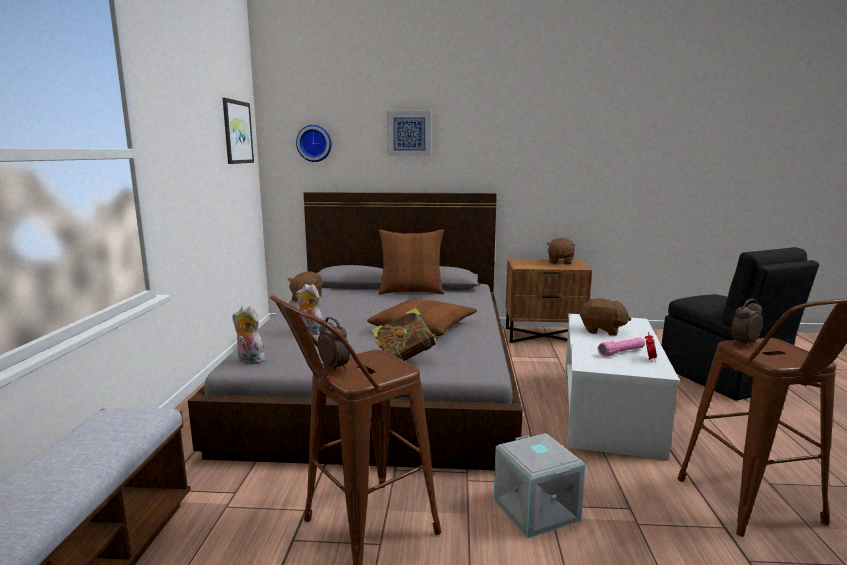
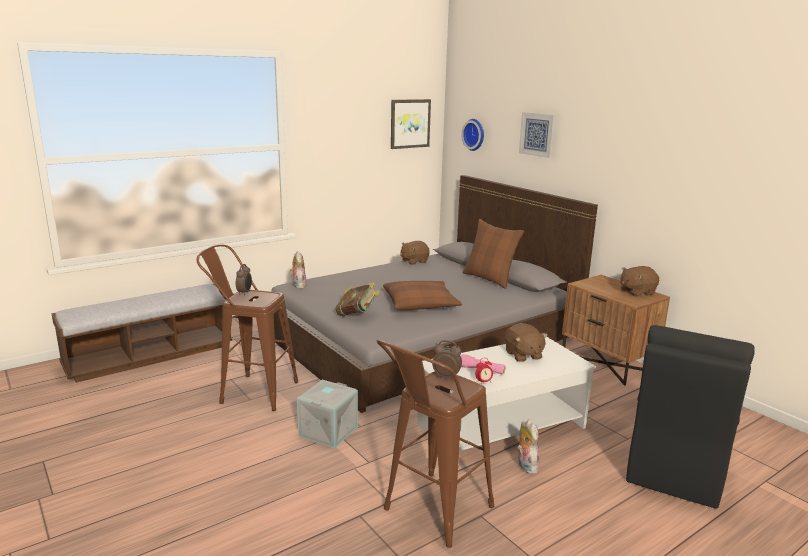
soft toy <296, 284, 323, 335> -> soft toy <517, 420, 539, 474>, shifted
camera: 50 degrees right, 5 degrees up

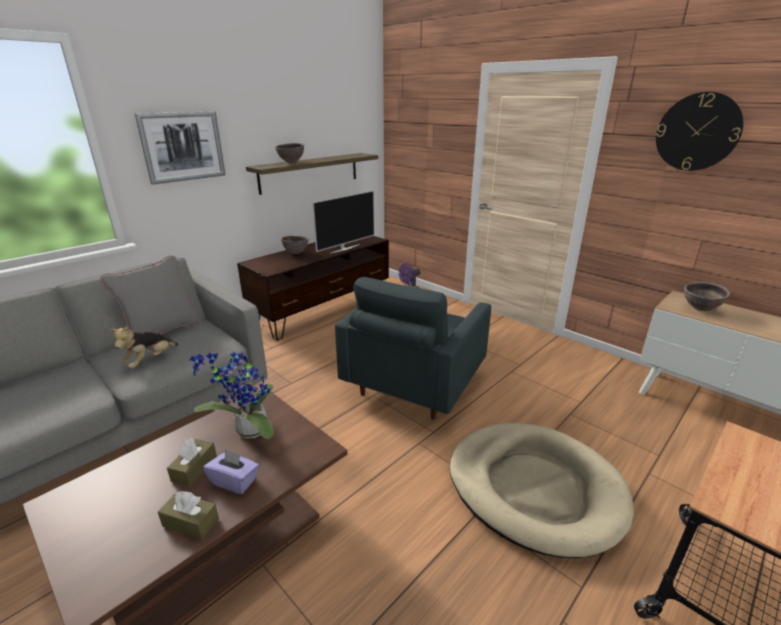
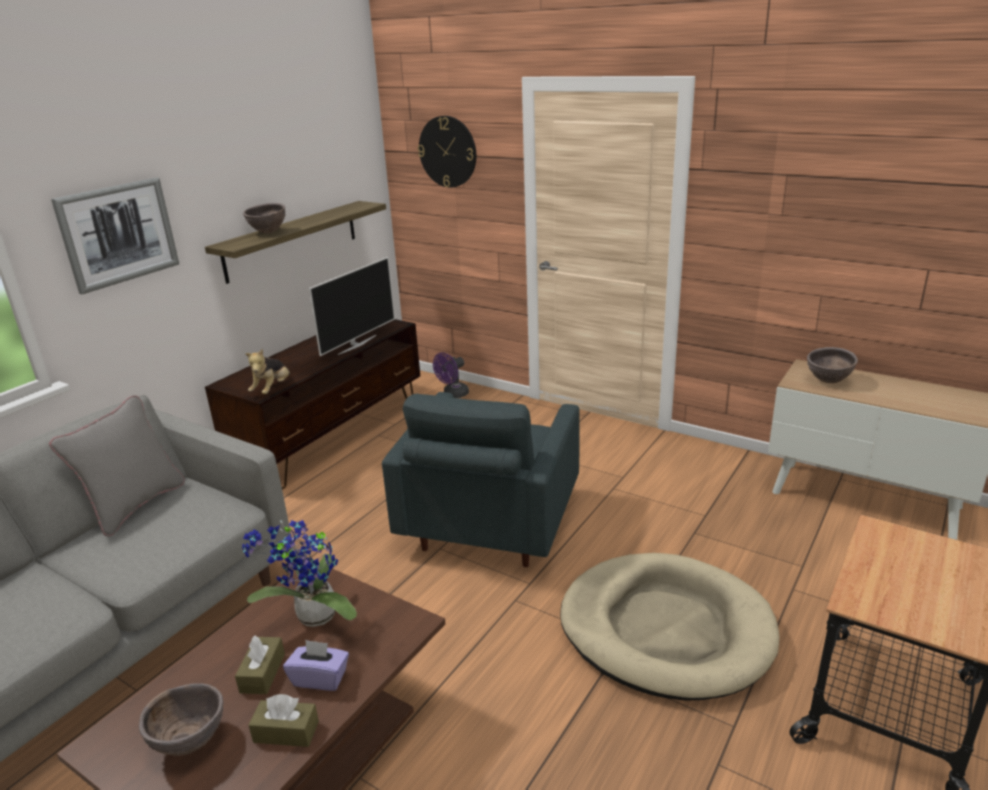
soft toy <109, 326, 178, 369> -> soft toy <245, 349, 290, 394>, shifted
deep dish in brownish <281, 236, 309, 254> -> deep dish in brownish <139, 683, 224, 756>, shifted
hanging clock <656, 92, 744, 171> -> hanging clock <418, 116, 476, 188>, shifted
camera: 10 degrees left, 0 degrees up

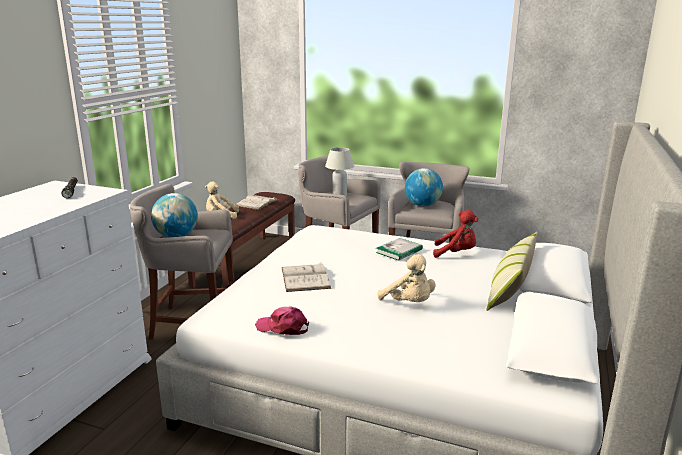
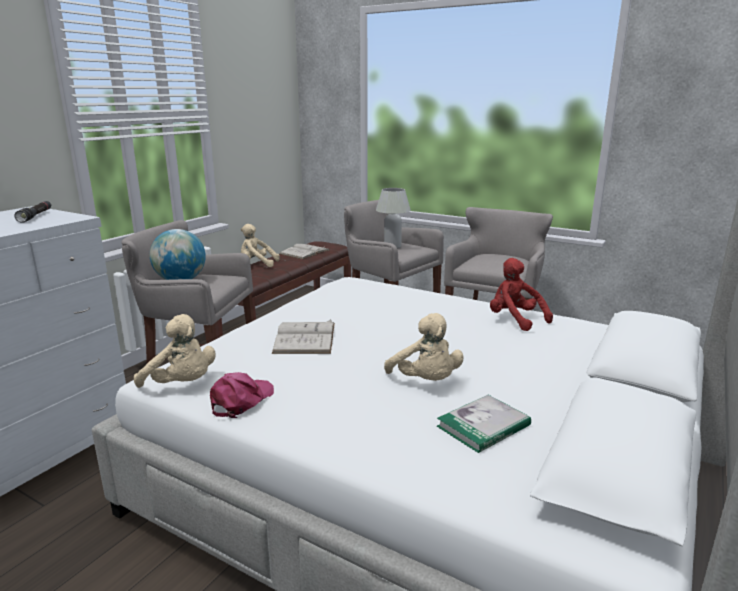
cap in pink-coloured <255, 306, 309, 335> -> cap in pink-coloured <210, 372, 274, 418>, 90 degrees clockwise
book <376, 238, 423, 261> -> book <437, 395, 531, 453>, shifted
desk globe <405, 168, 443, 207> -> none
soft toy in red <433, 210, 478, 258> -> soft toy in red <490, 258, 553, 331>, 150 degrees counterclockwise
cushion <487, 232, 538, 311> -> none
none -> soft toy in beige <134, 314, 215, 388>
camera: 10 degrees right, 0 degrees up

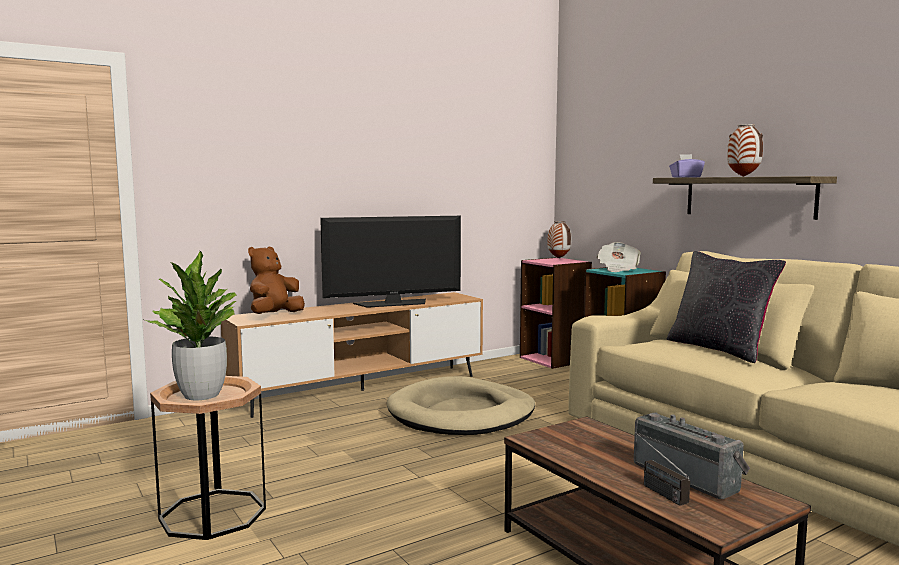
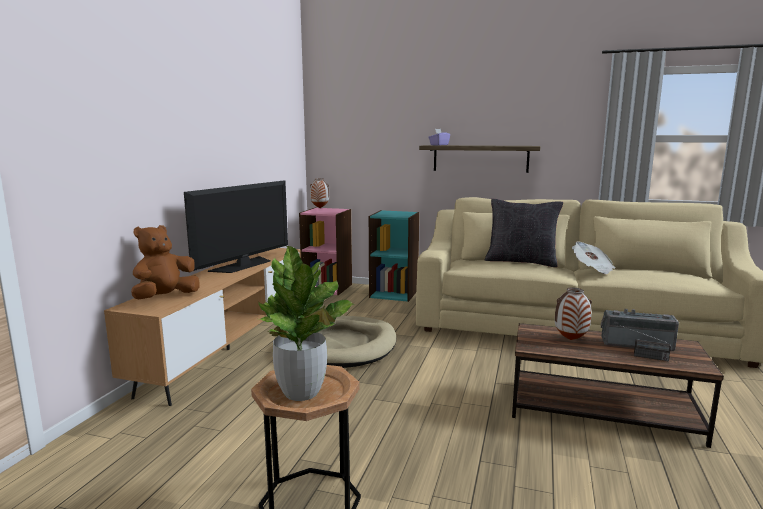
soft toy in brownish <248, 247, 305, 314> -> soft toy in brownish <131, 225, 199, 299>, 45 degrees clockwise
printed paper <597, 242, 641, 272> -> printed paper <572, 241, 616, 274>, shifted
vase <727, 124, 763, 177> -> vase <555, 287, 592, 340>, shifted
camera: 40 degrees left, 5 degrees up

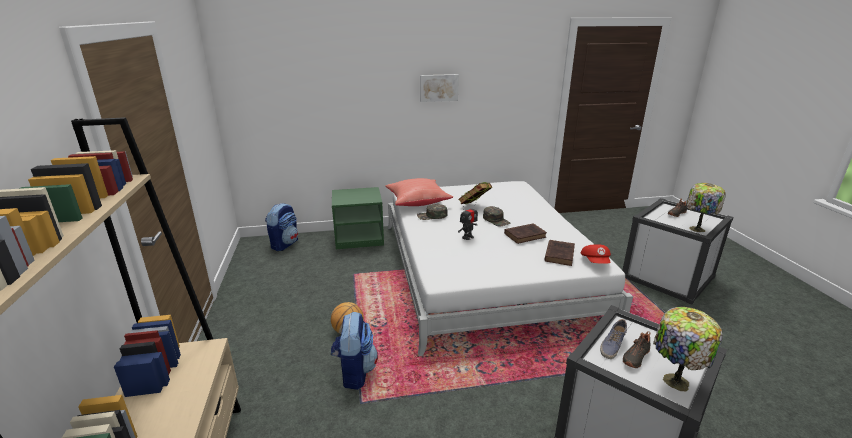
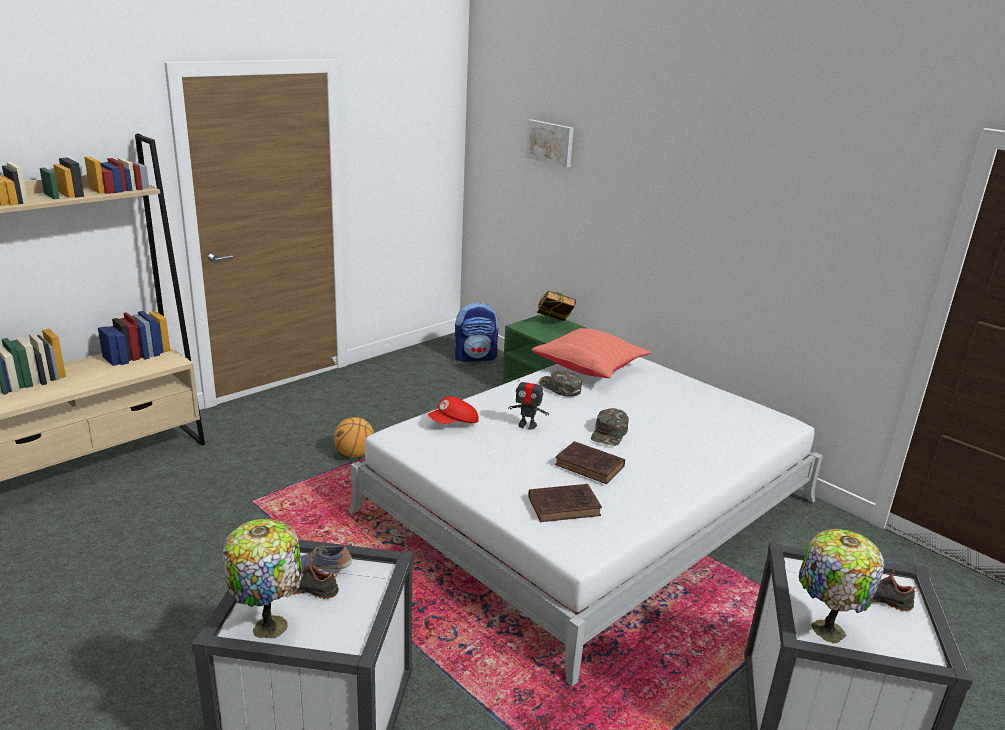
knapsack <331, 312, 378, 390> -> none
picture <420, 74, 459, 102> -> picture <526, 120, 574, 168>, shifted
book <458, 182, 492, 204> -> book <537, 291, 576, 321>, shifted
cap in red <580, 245, 611, 264> -> cap in red <428, 396, 479, 424>, shifted
camera: 55 degrees right, 0 degrees up

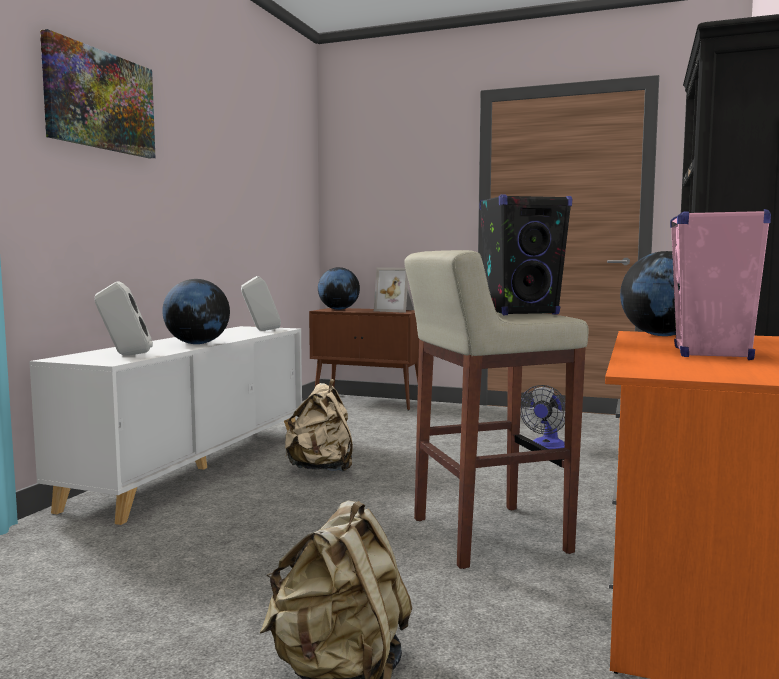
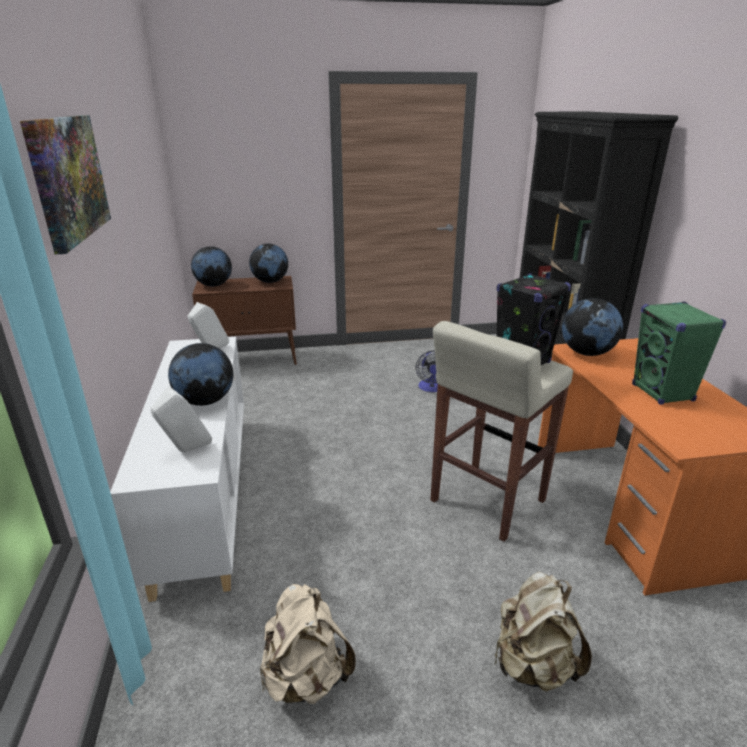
knapsack in beige <285, 379, 353, 471> -> knapsack in beige <260, 584, 356, 704>, shifted
photo frame <374, 268, 414, 313> -> desk globe <249, 243, 288, 283>
loudspeaker in pink-coloured <670, 209, 771, 360> -> loudspeaker in greenish <632, 301, 726, 405>
camera: 30 degrees left, 20 degrees up

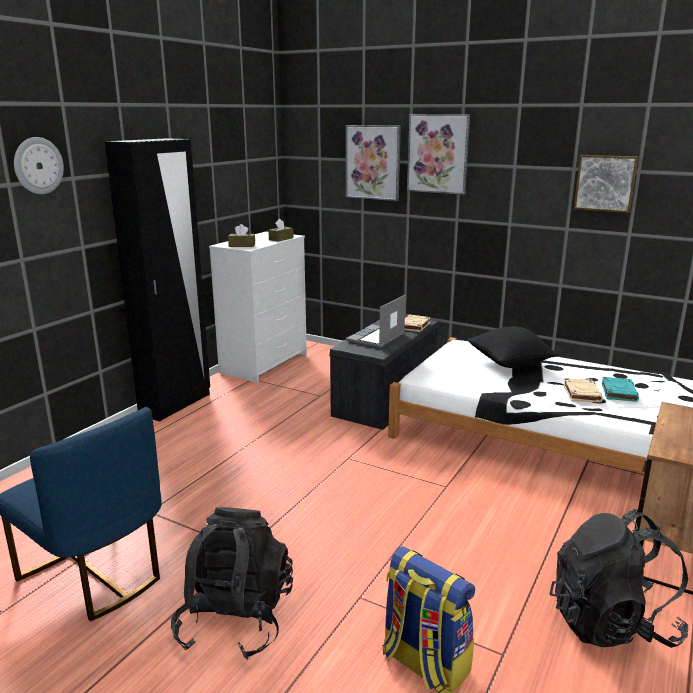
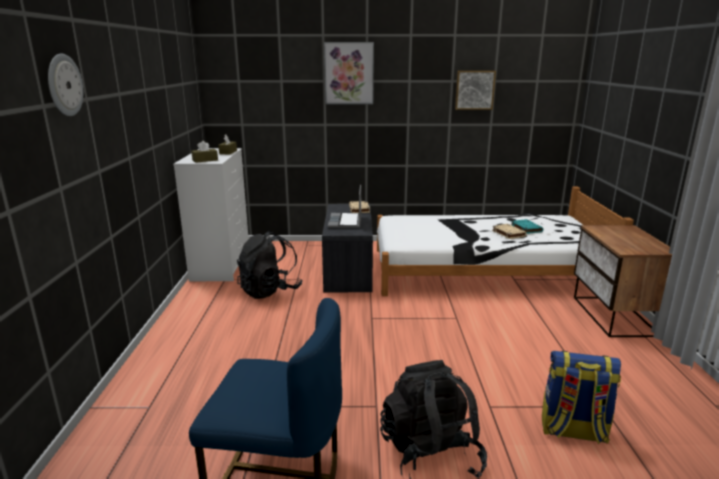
wardrobe in blackish <105, 138, 210, 422> -> none
picture <346, 125, 401, 201> -> none
cushion in blackish <467, 326, 559, 368> -> none
knapsack in blackish <549, 509, 688, 648> -> knapsack in blackish <237, 231, 302, 299>, shifted
camera: 30 degrees left, 0 degrees up

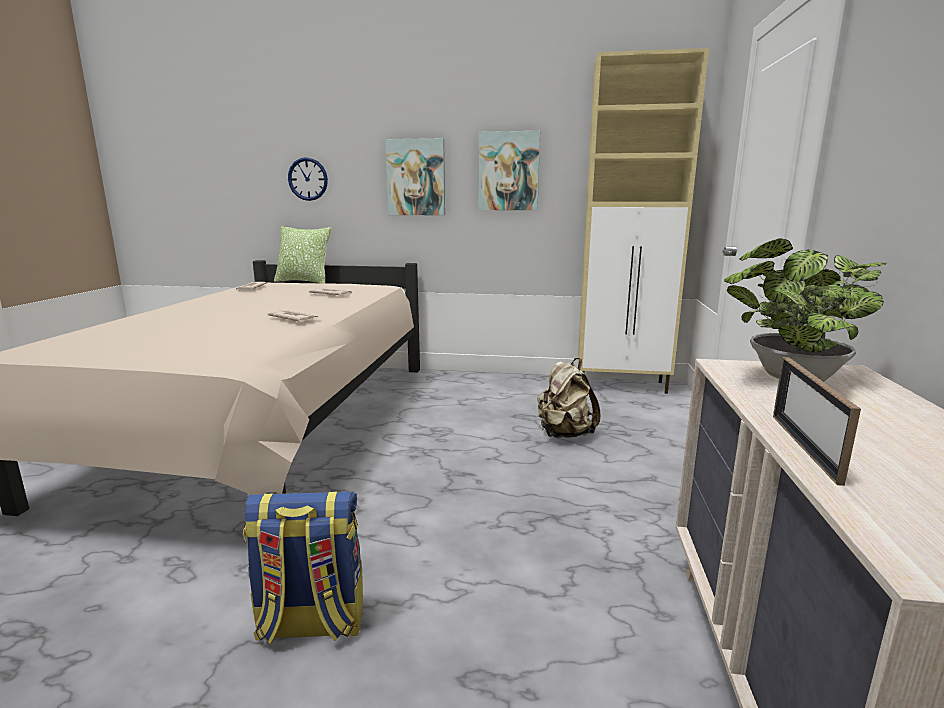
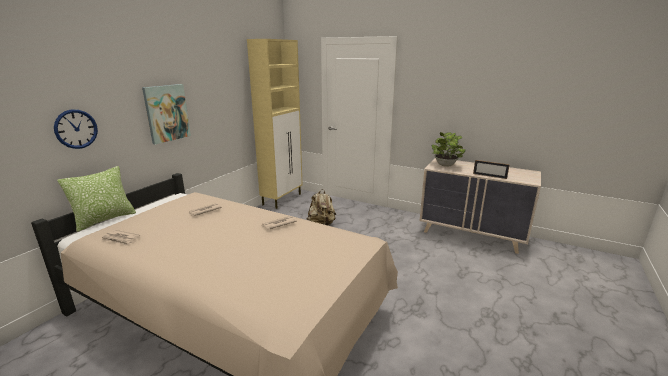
knapsack <243, 490, 363, 644> -> none
picture <479, 131, 540, 210> -> none
camera: 70 degrees left, 5 degrees up

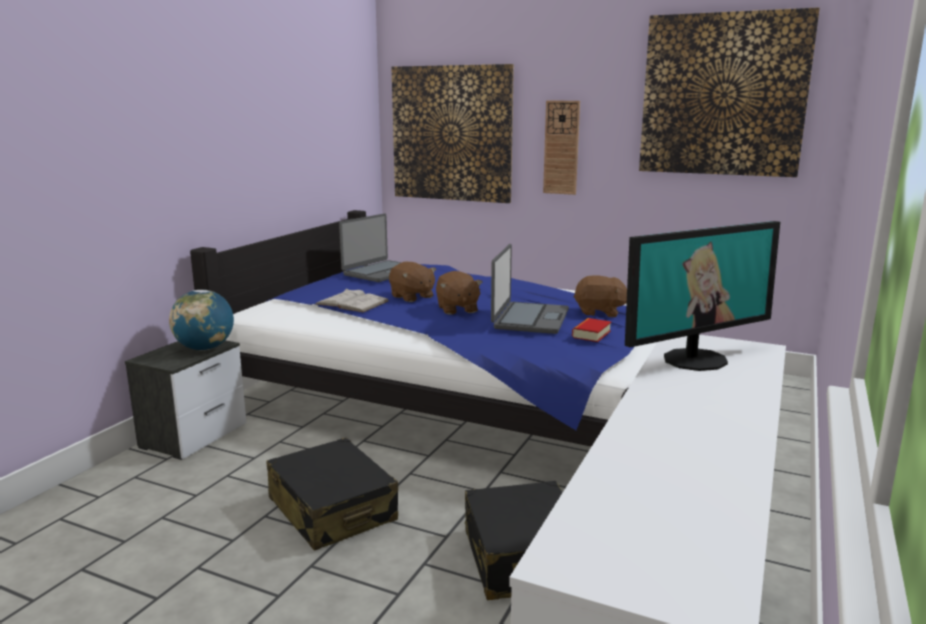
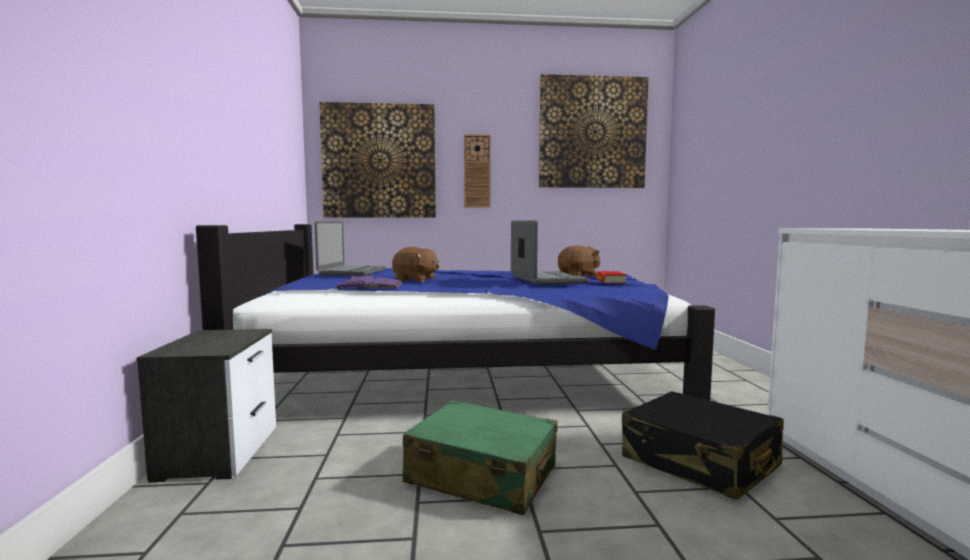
desk globe <169, 290, 234, 350> -> none
travel case in blackish <266, 438, 398, 551> -> travel case in greenish <402, 400, 558, 515>
book in whitish <316, 289, 389, 312> -> book in purplish <335, 275, 402, 288>
soft toy in brownish <436, 271, 482, 315> -> none
monitor <625, 221, 780, 371> -> none
camera: 30 degrees left, 10 degrees down

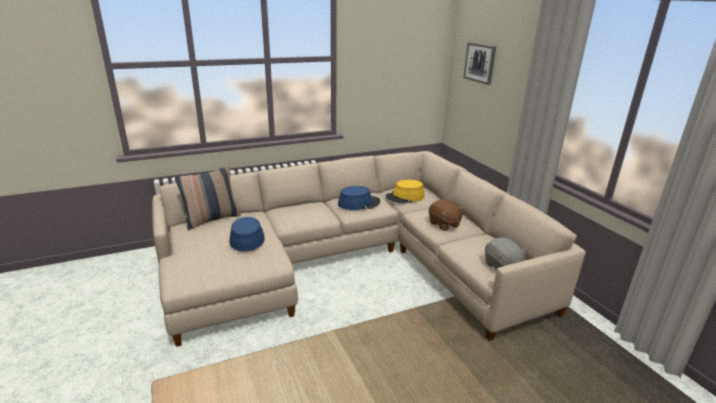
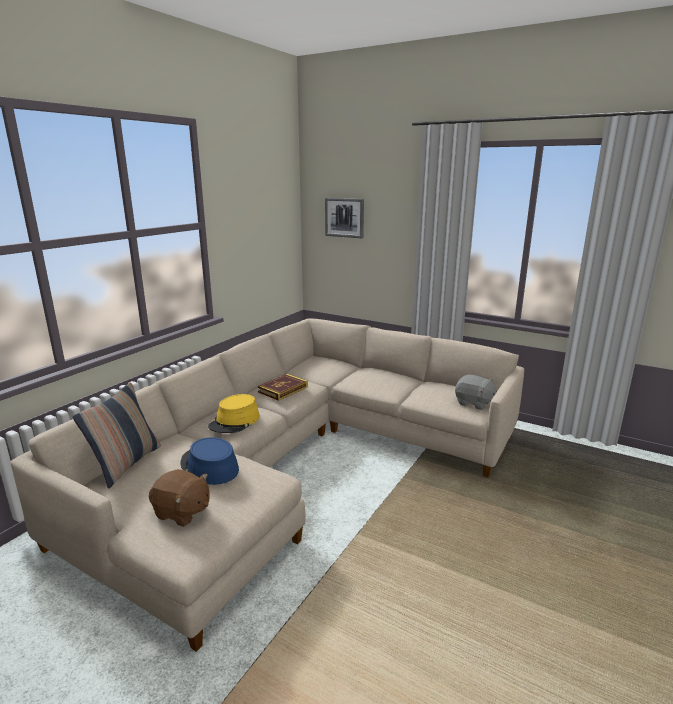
wearable hat in blue-coloured <338, 186, 380, 210> -> book <258, 374, 308, 401>
wearable hat in yellow-coloured <386, 180, 424, 204> -> wearable hat in yellow-coloured <208, 394, 260, 433>, shifted
soft toy in brownish <429, 199, 464, 231> -> soft toy in brownish <149, 469, 210, 527>, shifted
camera: 35 degrees left, 5 degrees down

